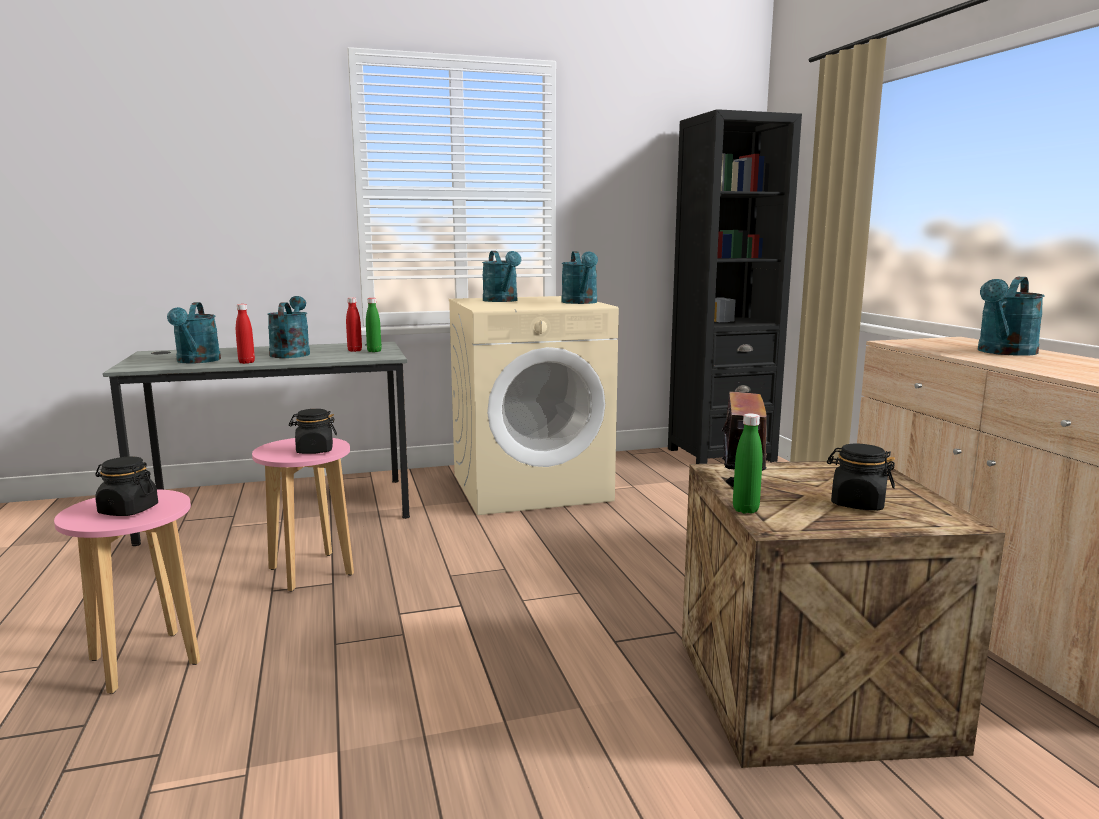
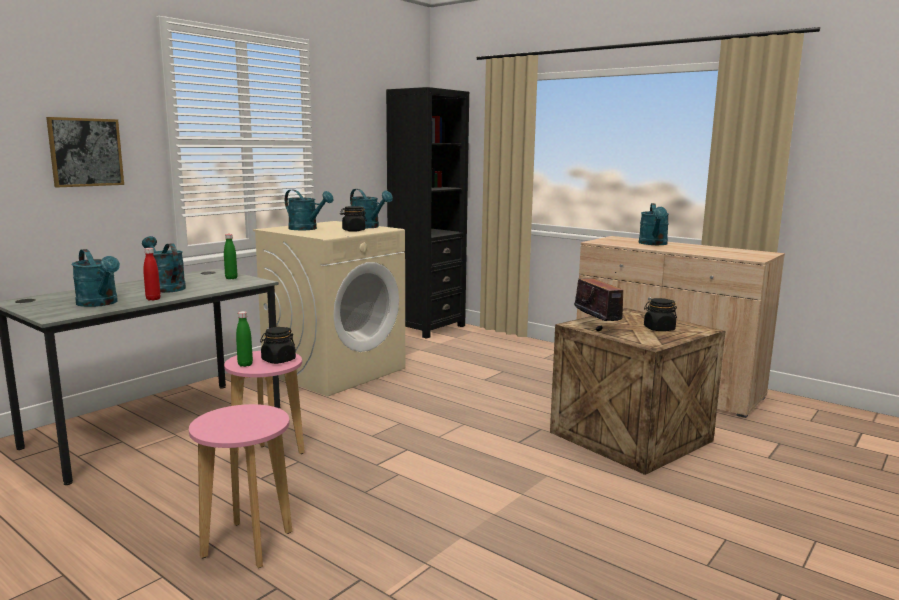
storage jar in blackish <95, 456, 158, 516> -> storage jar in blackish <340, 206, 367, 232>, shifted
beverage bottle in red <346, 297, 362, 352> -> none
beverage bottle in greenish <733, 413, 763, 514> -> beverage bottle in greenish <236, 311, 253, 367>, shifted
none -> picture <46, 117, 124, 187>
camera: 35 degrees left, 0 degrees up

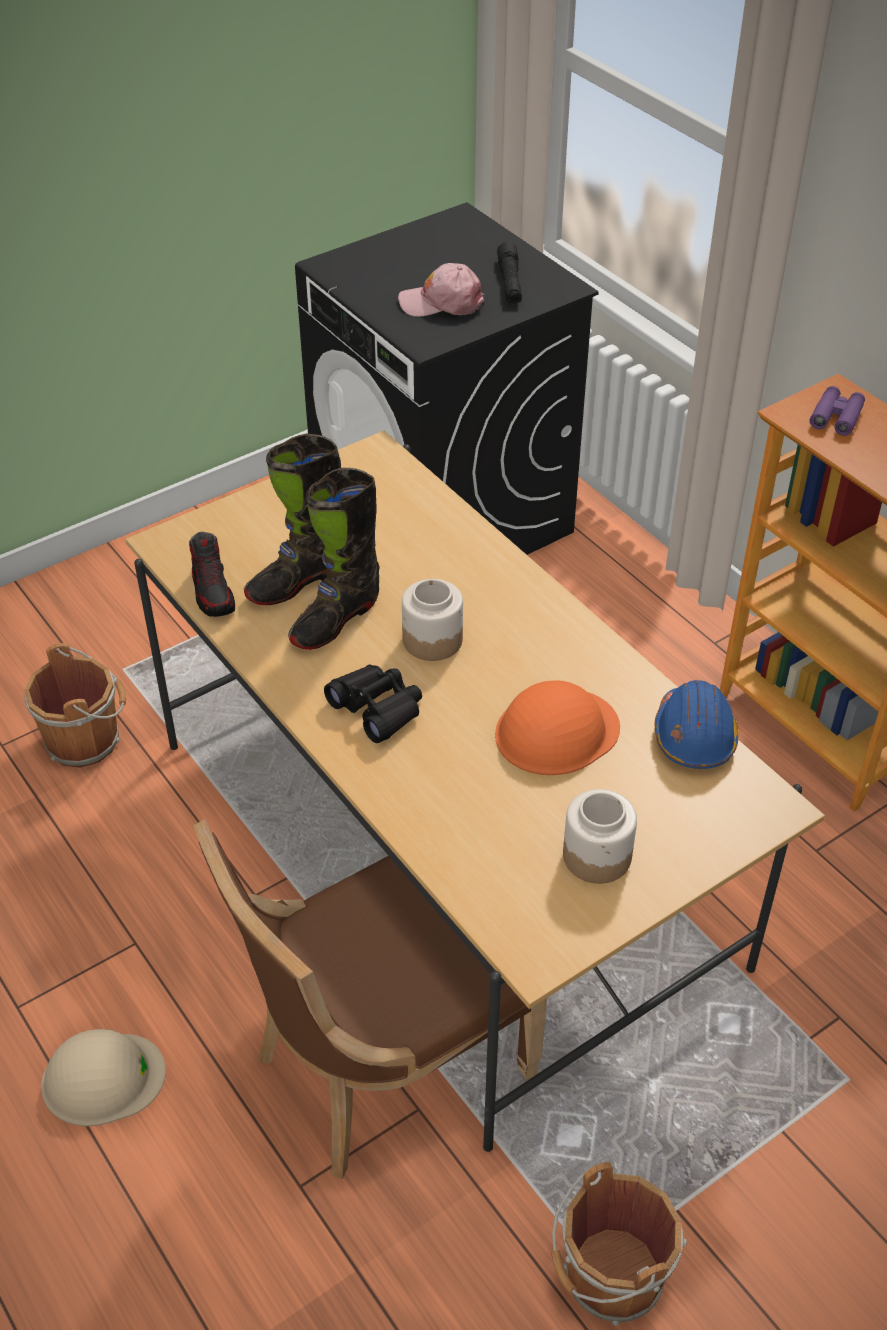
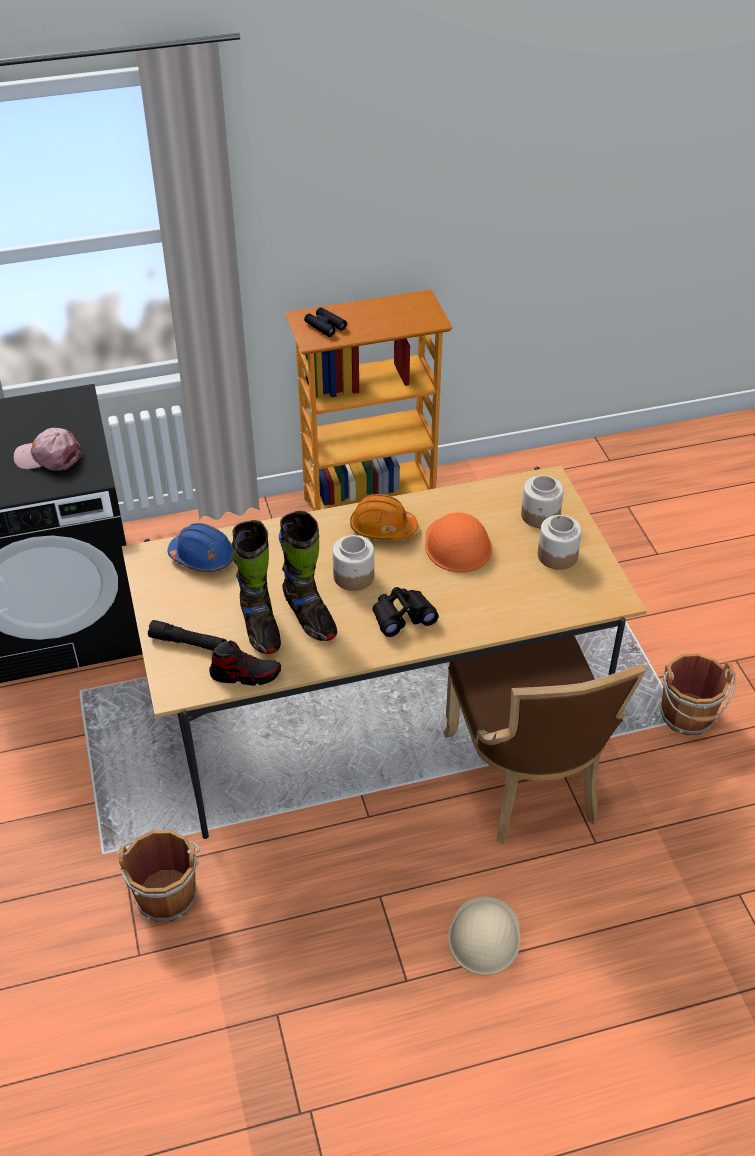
cap in pink-coloured <398, 263, 485, 317> -> cap in pink-coloured <13, 428, 82, 471>, 75 degrees clockwise
hand torch in blackish <497, 242, 522, 304> -> hand torch in blackish <148, 620, 227, 651>, shifted
safety helmet in blue-coloured <655, 680, 739, 769> -> safety helmet in blue-coloured <167, 523, 233, 572>, shifted
field glasses in purplish <810, 386, 865, 436> -> field glasses in blackish <304, 307, 347, 337>
none -> safety helmet in orange-coloured <350, 494, 418, 540>
none -> storage jar <521, 475, 564, 528>
camera: 70 degrees left, 0 degrees up

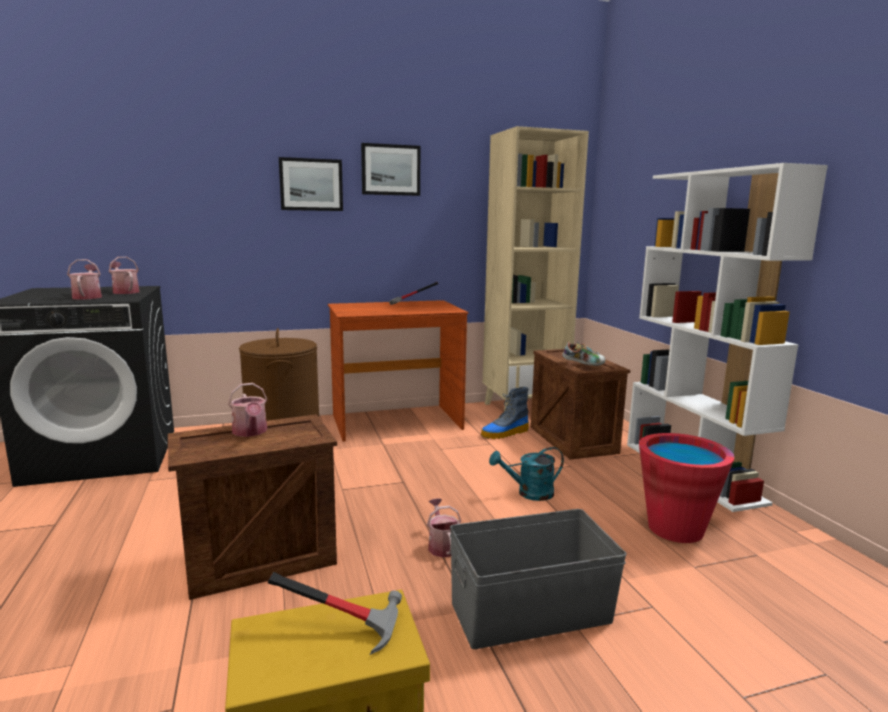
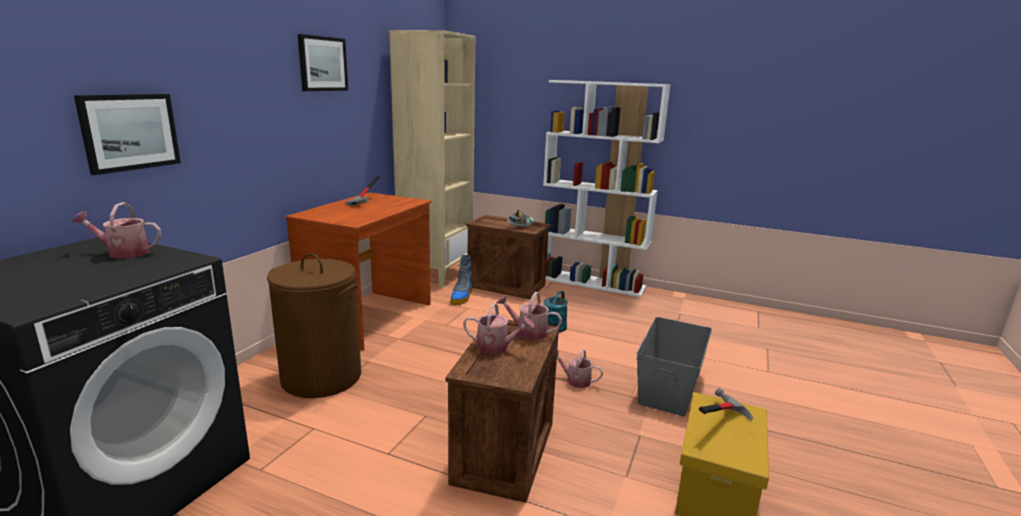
watering can <67, 259, 102, 300> -> watering can <497, 292, 562, 340>, shifted
picture <279, 157, 343, 211> -> picture <74, 94, 181, 175>, shifted
water bucket in red <639, 433, 734, 543> -> none
camera: 50 degrees left, 5 degrees up

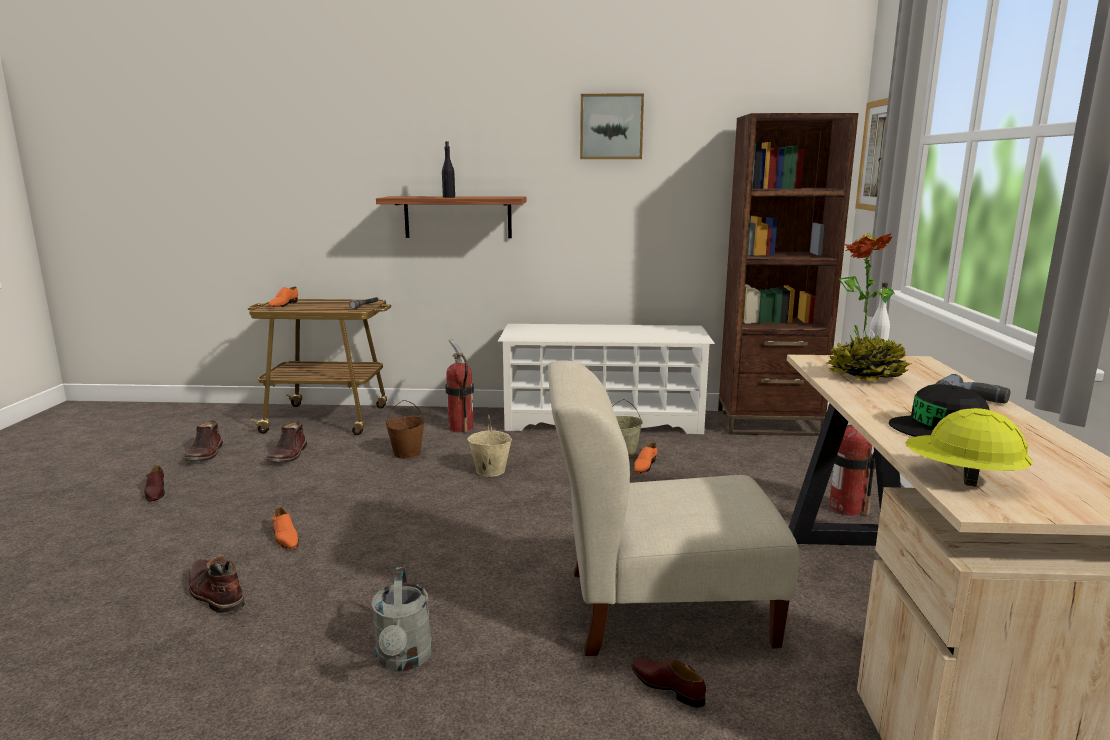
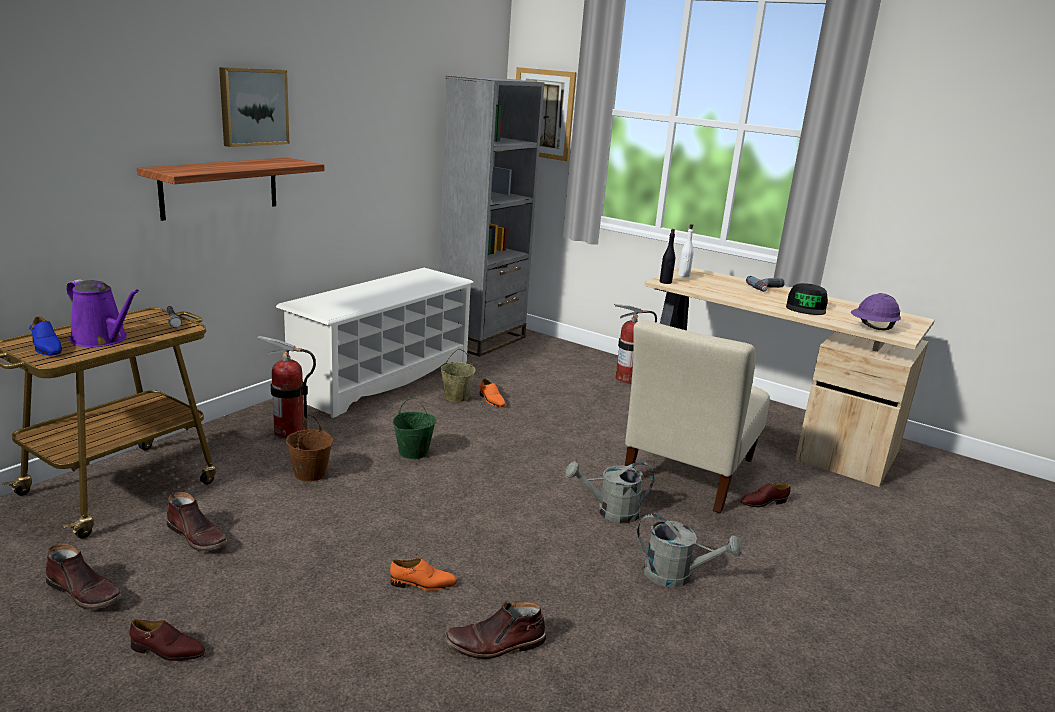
shoe in orange-coloured <269, 286, 298, 307> -> shoe in blue-coloured <29, 317, 62, 356>
beverage bottle in blackish <442, 141, 455, 198> -> beverage bottle in blackish <660, 229, 675, 284>, shifted
water bucket in beige <467, 416, 512, 477> -> water bucket in greenish <393, 398, 436, 459>
picture <580, 93, 644, 159> -> picture <219, 67, 289, 147>, shifted
bookshelf in brownish <718, 113, 858, 436> -> bookshelf in grey <439, 76, 545, 357>
houseplant <827, 232, 912, 383> -> none
safety helmet in yellow-coloured <905, 408, 1032, 487> -> safety helmet in purplish <851, 293, 901, 330>
none -> watering can in purplish <66, 279, 139, 347>
none -> watering can in grey <565, 461, 655, 523>
camera: 60 degrees left, 5 degrees up

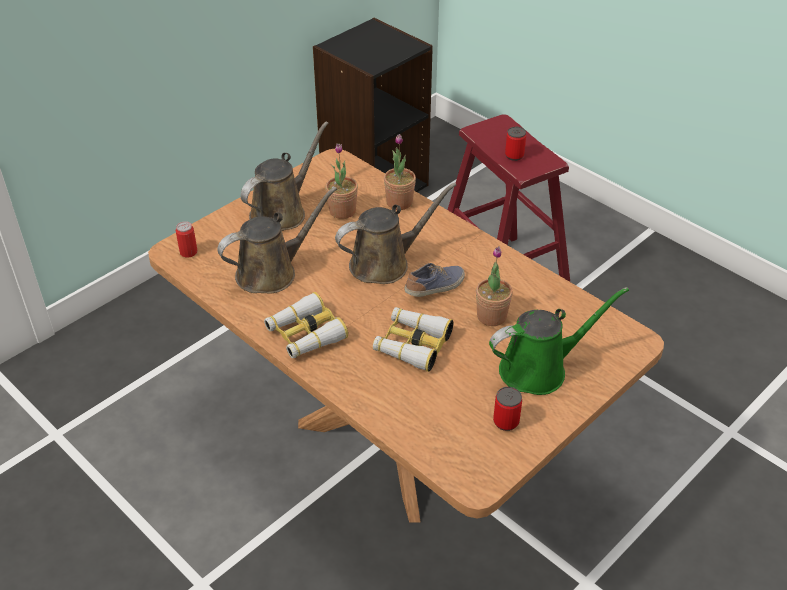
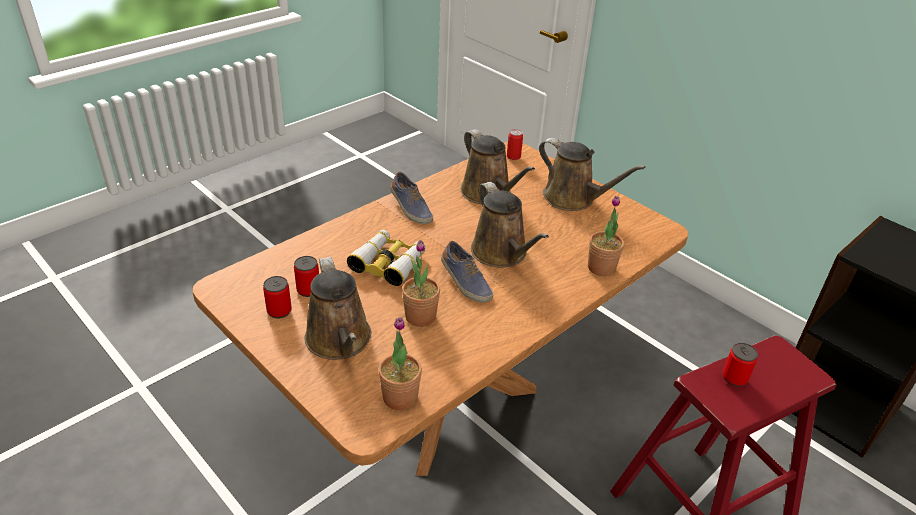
field glasses <264, 292, 348, 358> -> shoe <391, 171, 433, 224>
houseplant <325, 143, 358, 219> -> houseplant <378, 317, 422, 410>, shifted
watering can in greenish <489, 287, 629, 395> -> watering can in brownish <305, 257, 371, 360>
none -> sealed can <294, 256, 319, 297>
camera: 90 degrees right, 5 degrees down

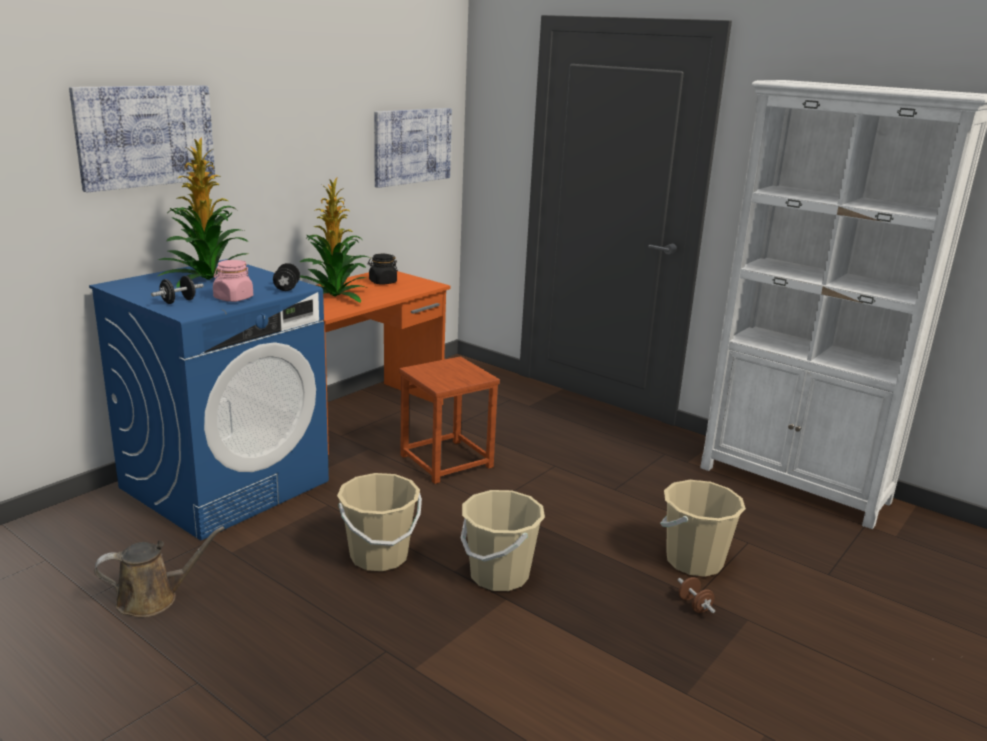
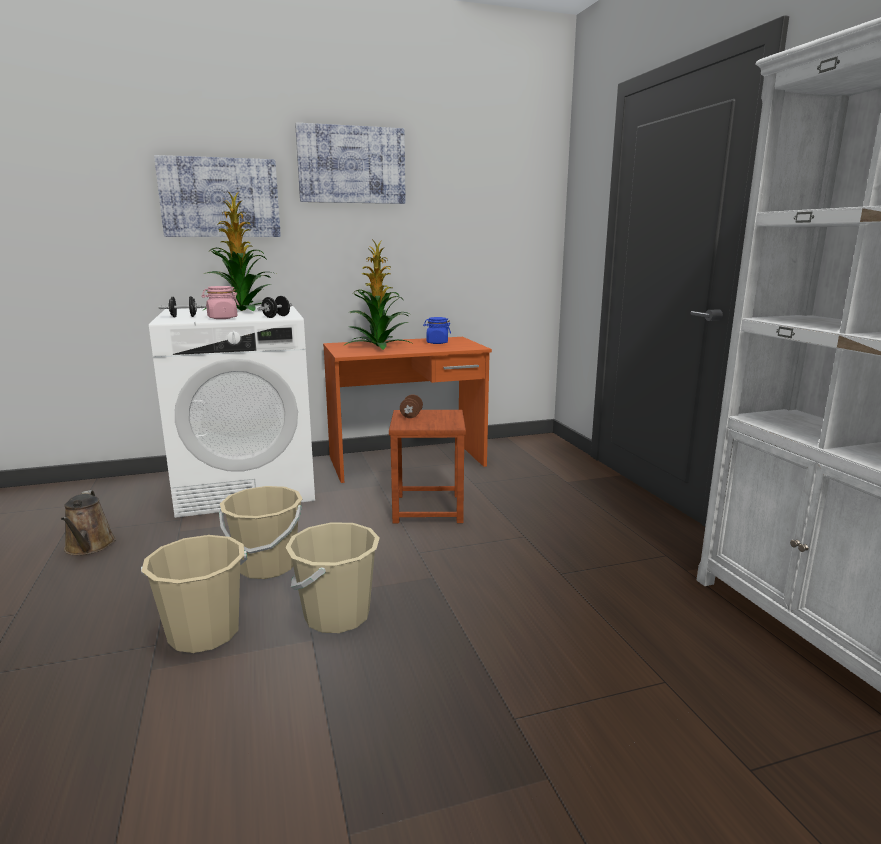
washing machine in blue-coloured <89, 259, 329, 540> -> washing machine in whitish <149, 305, 315, 518>
watering can in brownish <94, 526, 224, 617> -> watering can in brownish <61, 490, 116, 555>, 60 degrees clockwise
storage jar in blackish <368, 254, 398, 284> -> storage jar in blue-coloured <423, 317, 451, 344>
picture <374, 108, 452, 188> -> picture <295, 123, 406, 204>, shifted
water bucket in beige <660, 480, 746, 577> -> water bucket in beige <141, 535, 247, 653>, shifted
dumbbell in brownish <678, 577, 715, 613> -> dumbbell in brownish <400, 395, 423, 418>, shifted
camera: 35 degrees right, 5 degrees down

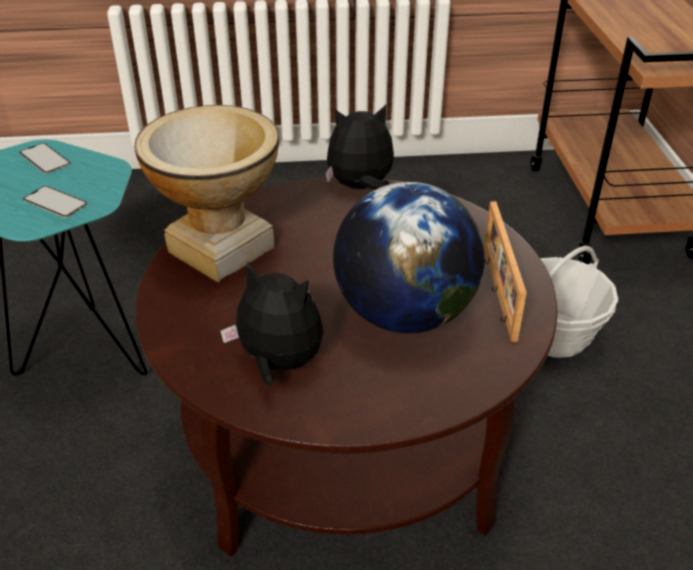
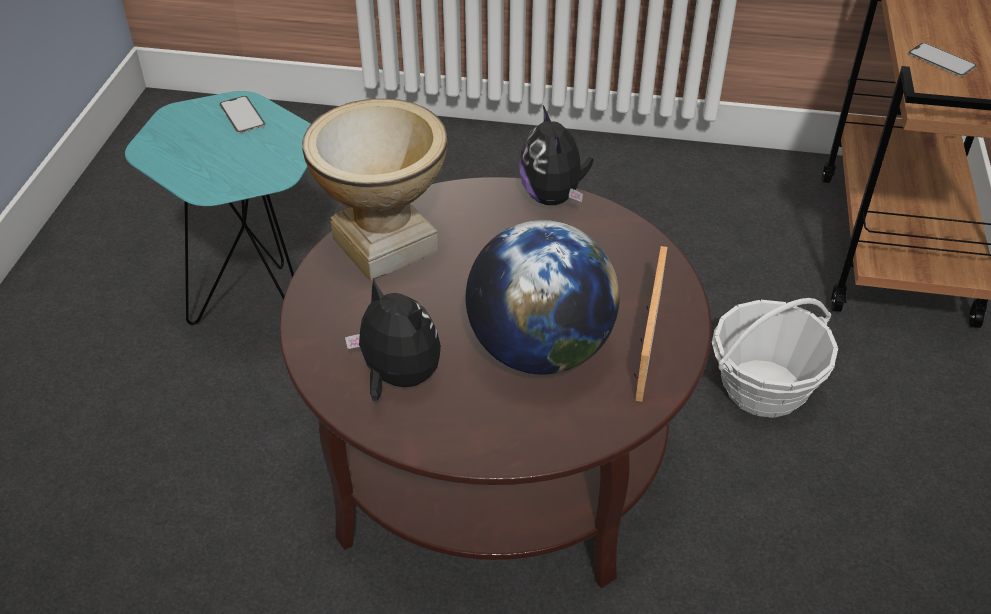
phone <23, 186, 88, 218> -> phone <908, 43, 977, 77>, shifted
soft toy <325, 104, 394, 190> -> soft toy <519, 106, 593, 205>, 105 degrees counterclockwise
camera: 15 degrees right, 5 degrees up

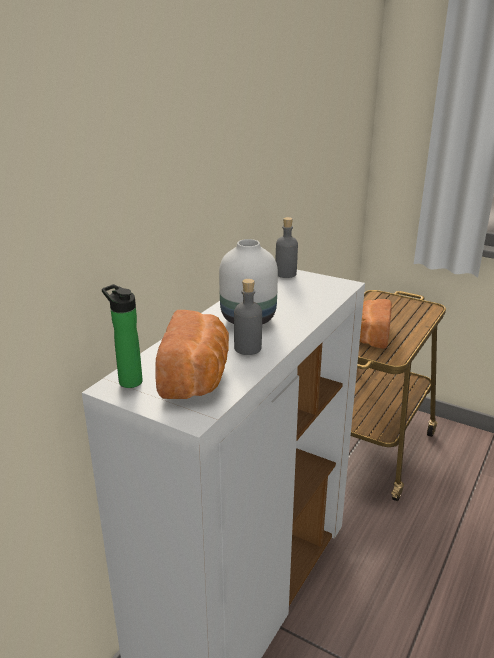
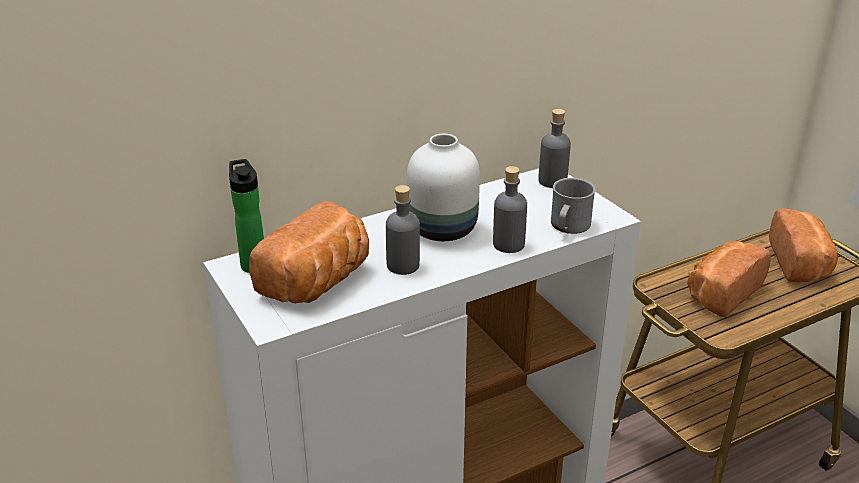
none -> beverage bottle in grey <493, 166, 527, 253>
none -> tea mug in grey <551, 178, 596, 234>
none -> baked bread <769, 209, 838, 282>
camera: 30 degrees right, 5 degrees up

